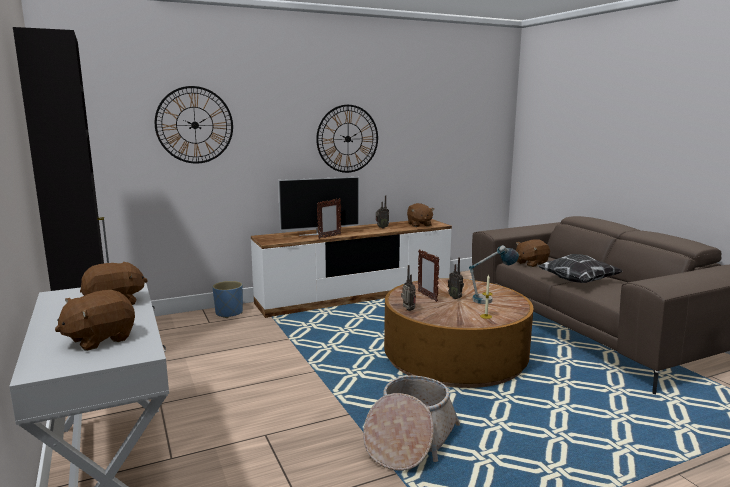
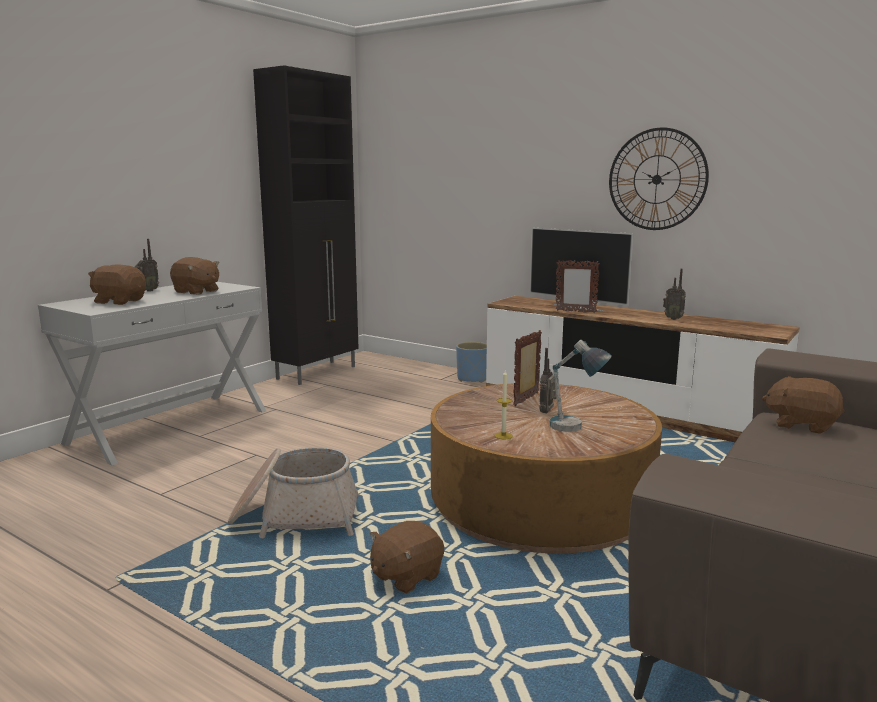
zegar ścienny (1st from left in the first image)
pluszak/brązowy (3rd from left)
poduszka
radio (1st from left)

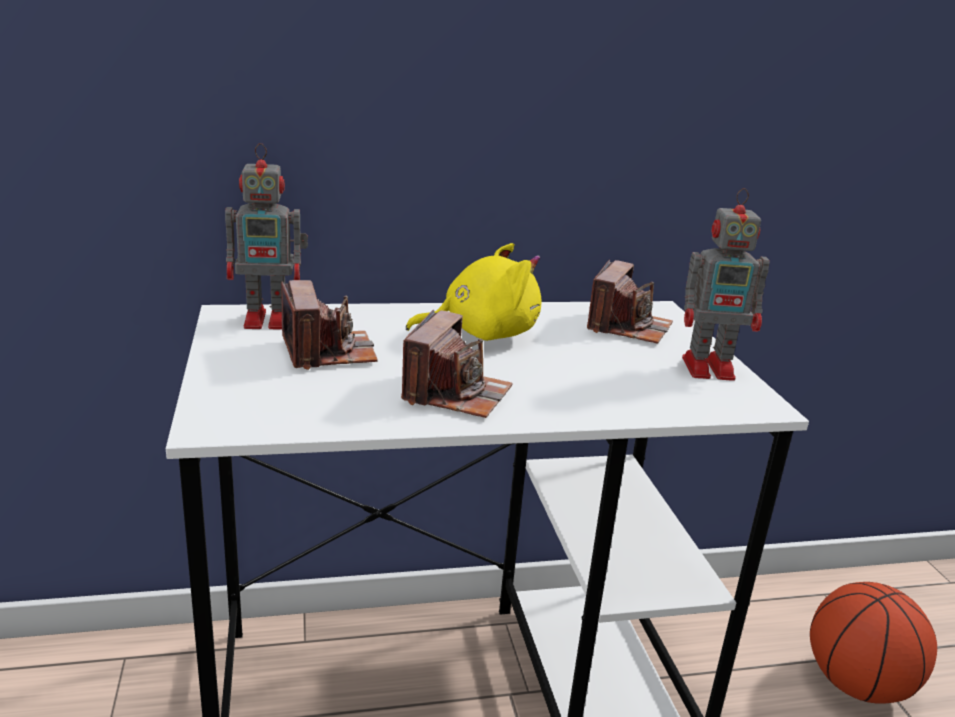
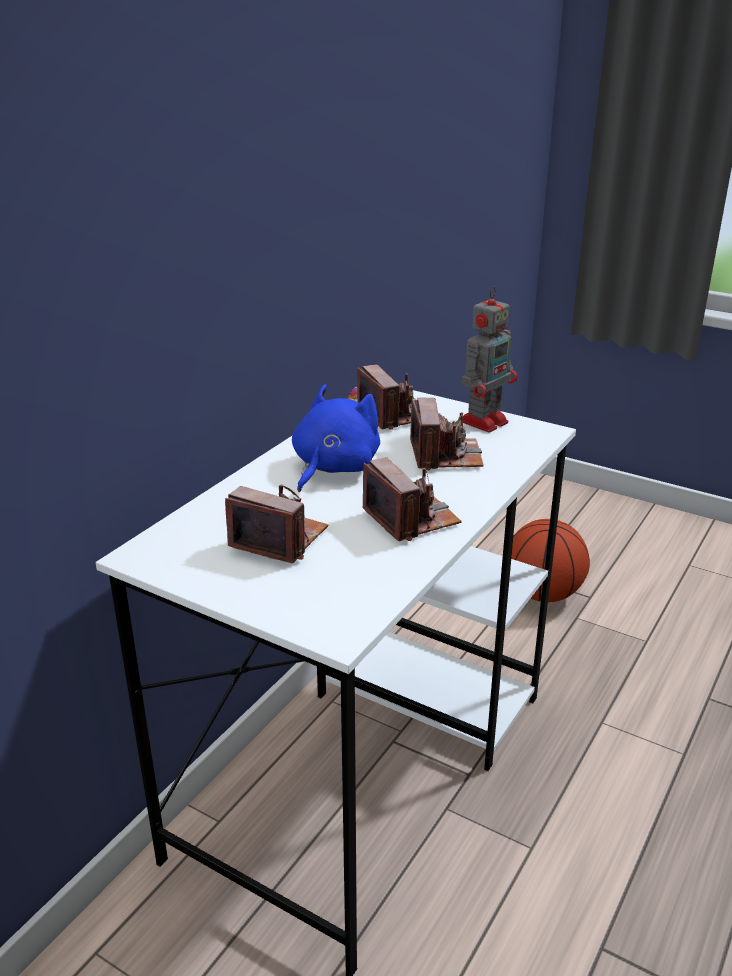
robot zabawkowy (1st from left in the first image)
pluszak/niebieski
aparat fotograficzny (4th from left)

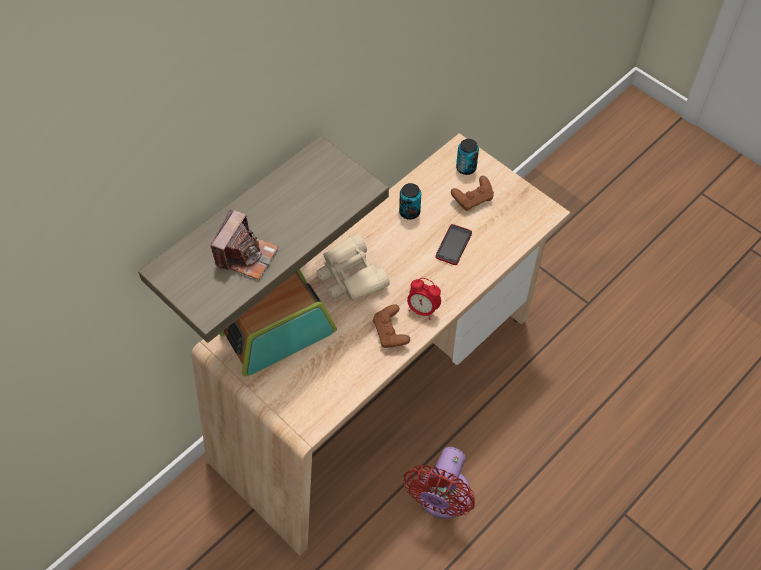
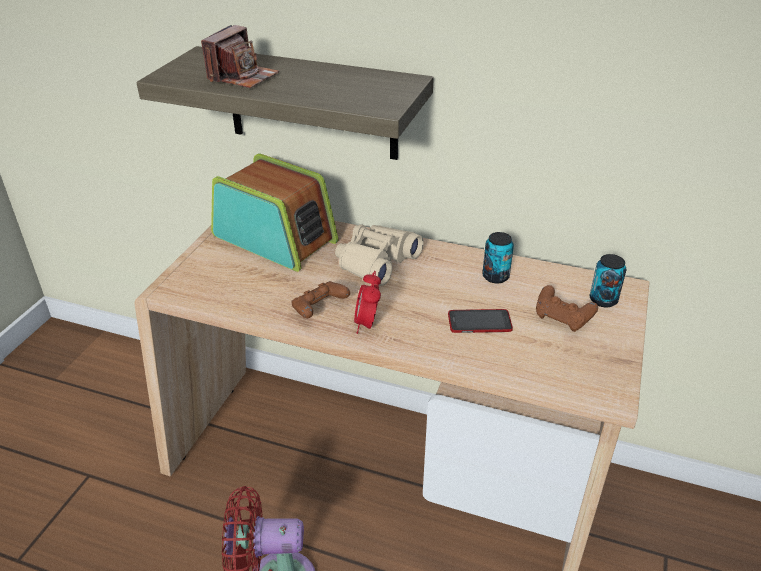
aparat fotograficzny

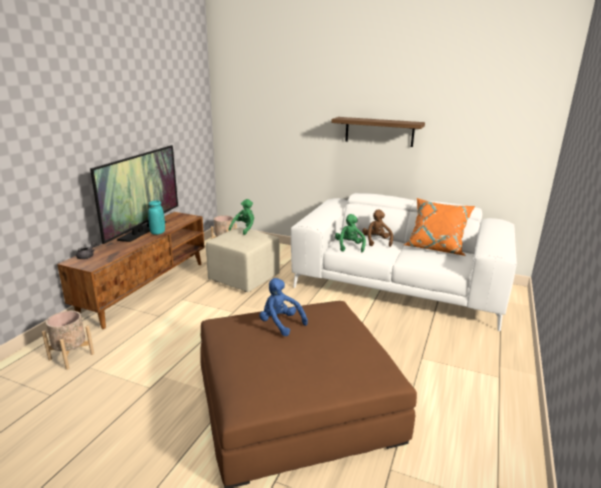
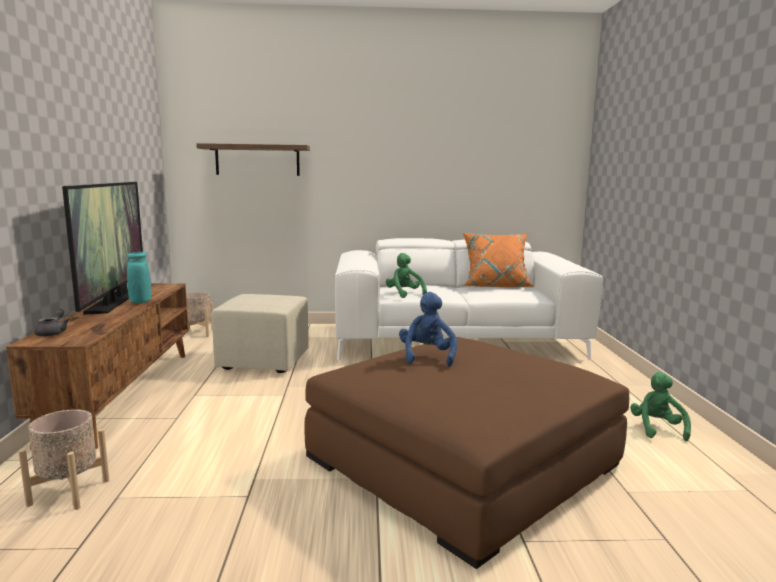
półka
pluszak/zielony (2nd from left)
pluszak/brązowy
pluszak/niebieski

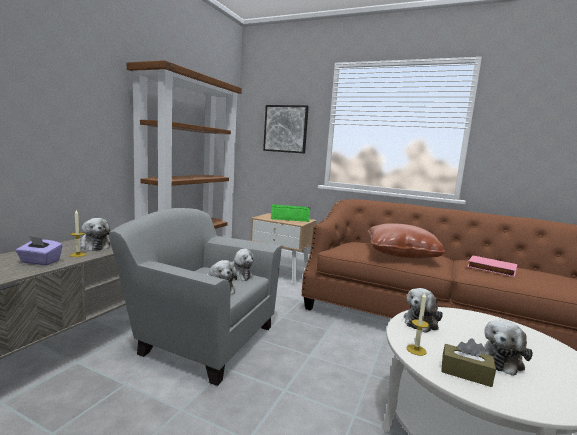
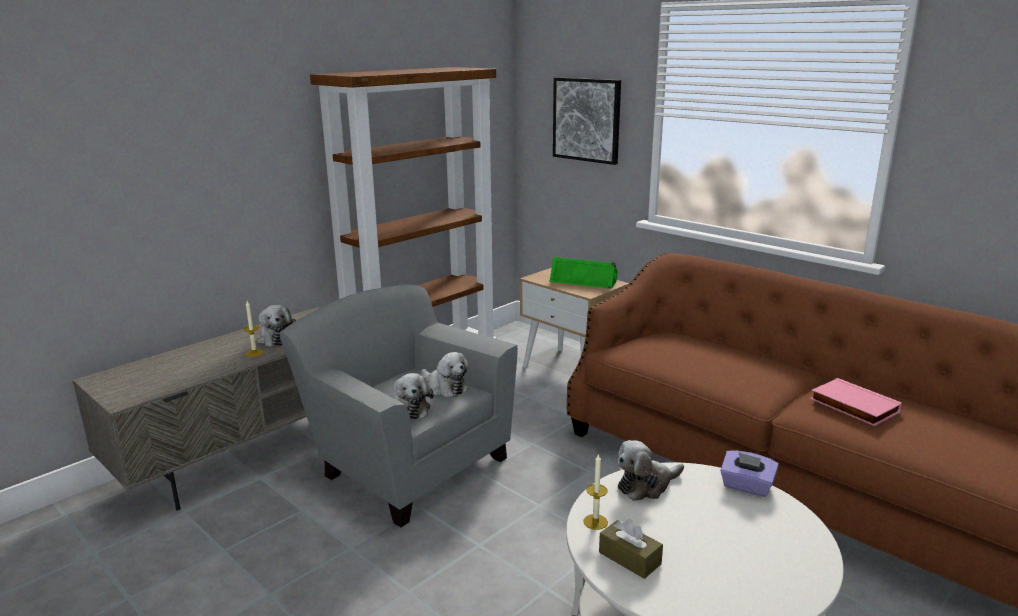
poduszka/brązowy
pudełko chusteczek/fioletowy
pluszak (5th from left in the first image)

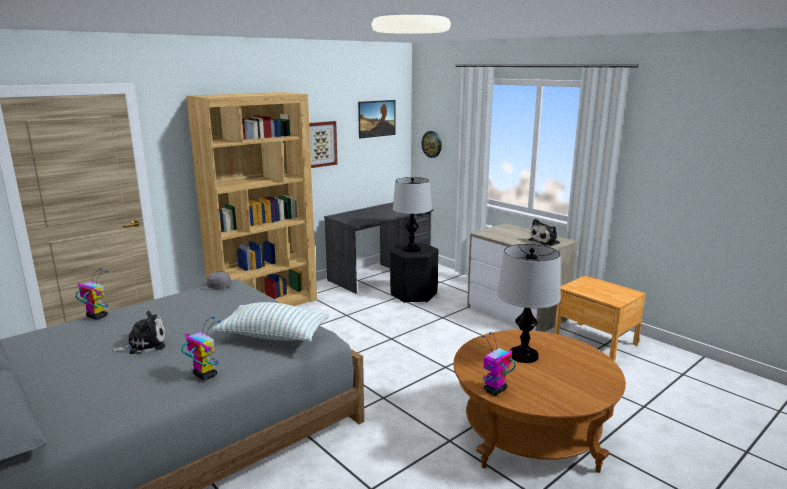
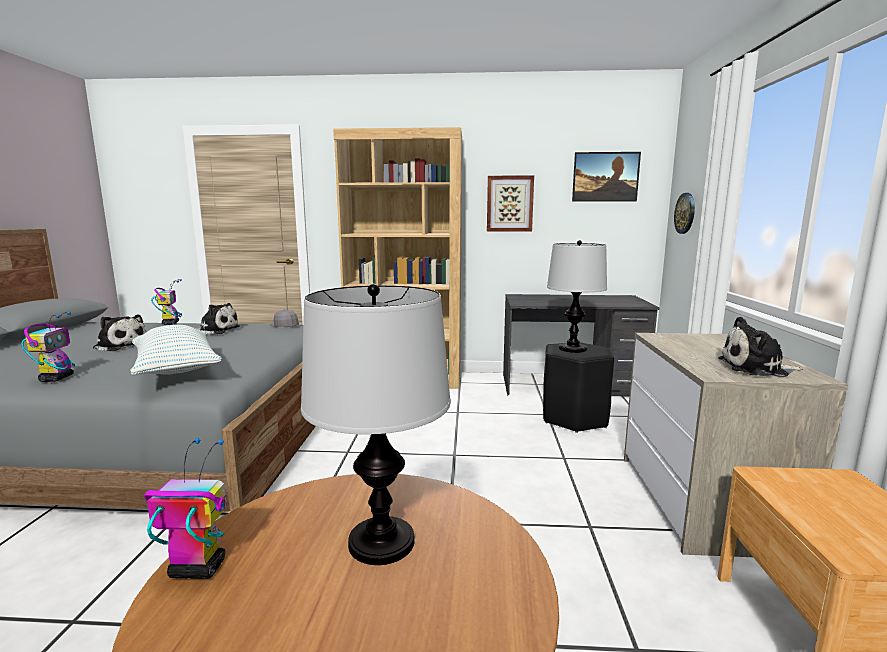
pluszak (2nd from left)

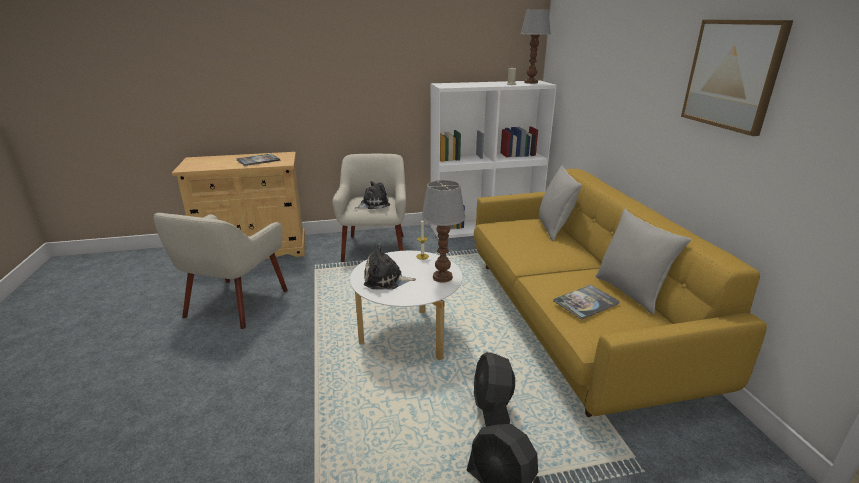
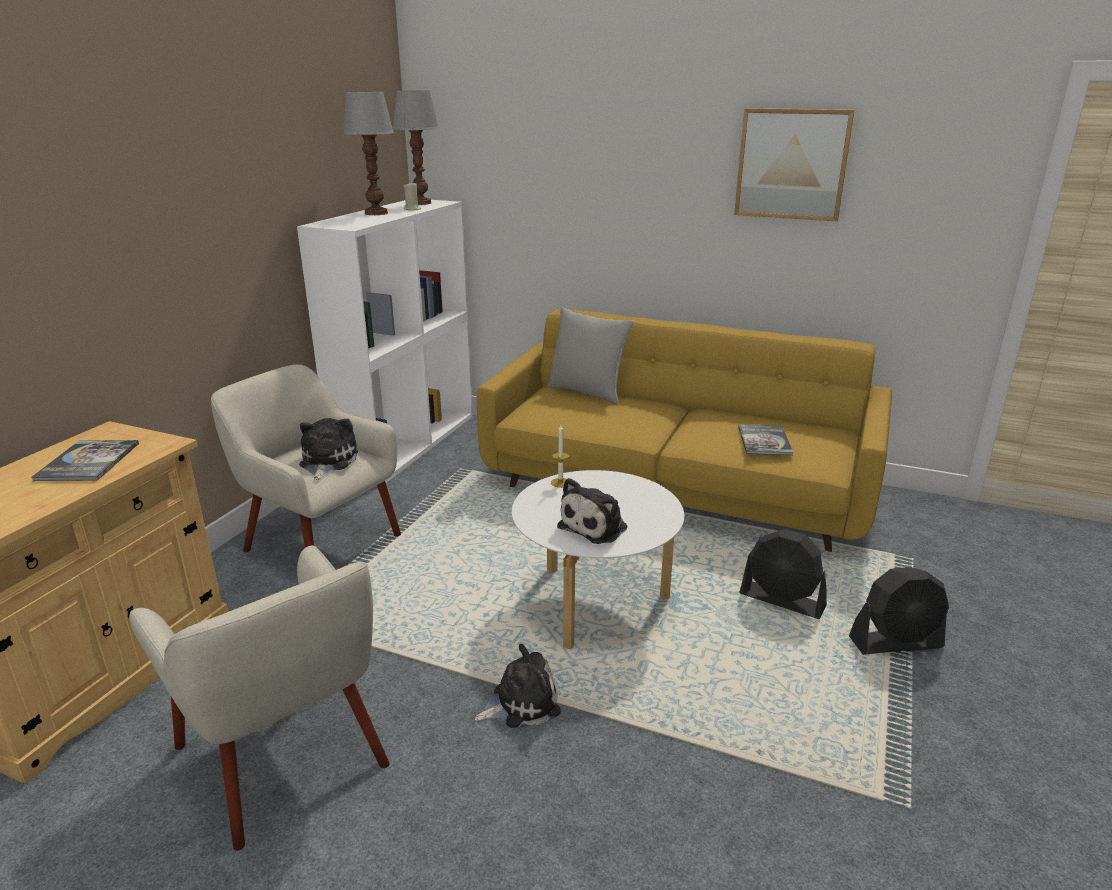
lampa stołowa (1st from left)
poduszka/szary (2nd from left in the first image)
pluszak (2nd from left)

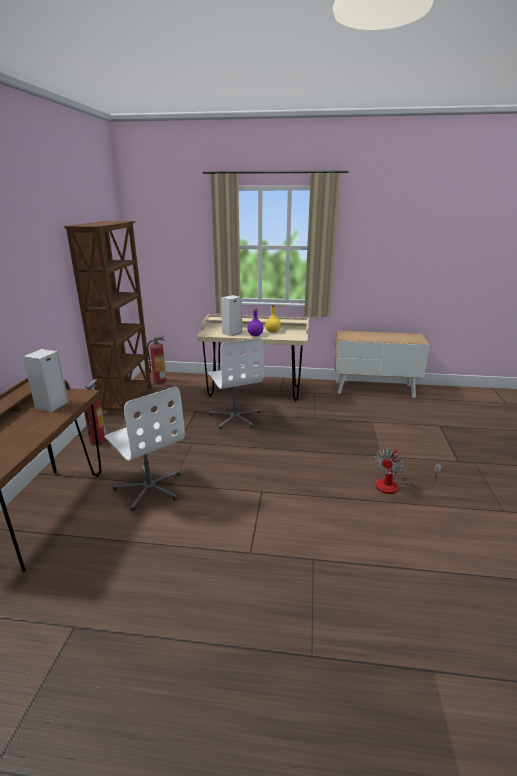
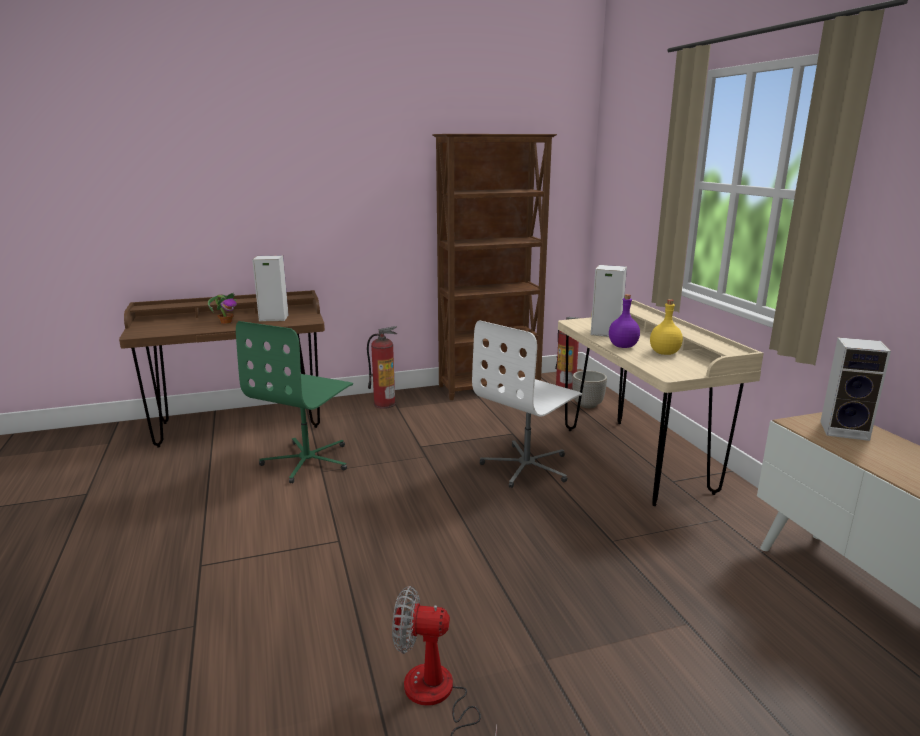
krzesło biurowe/zielony
roślina doniczkowa
głośnik (3rd from left)
donica

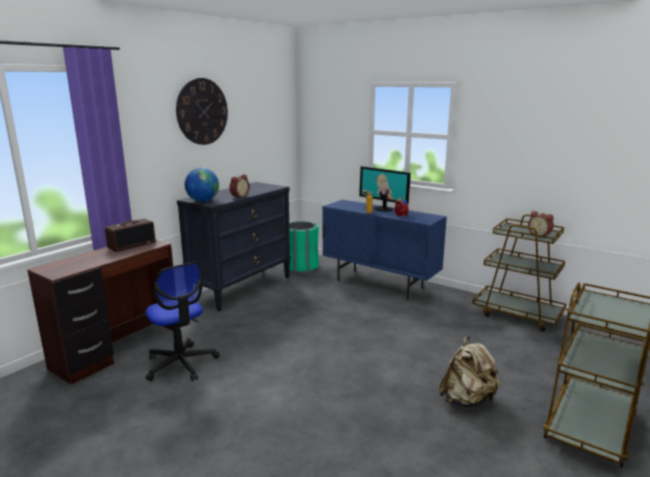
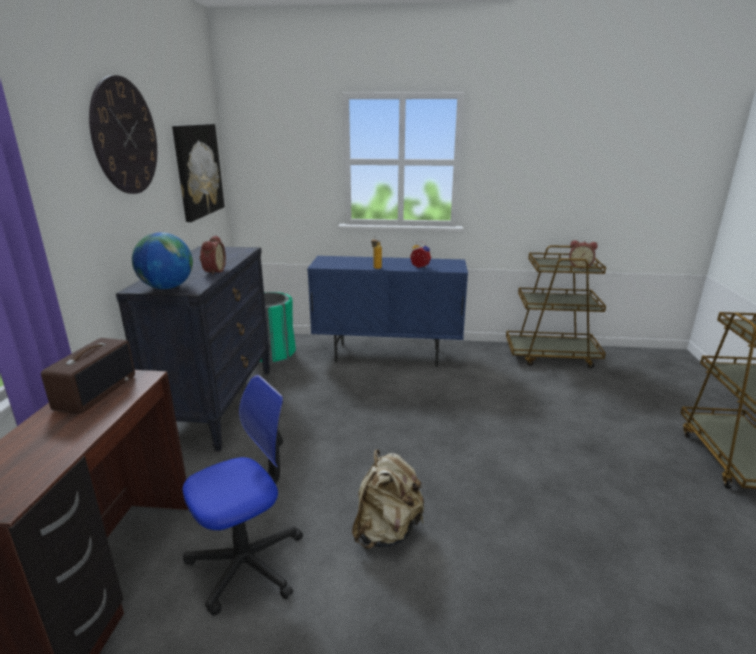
monitor
krzesło biurowe
plecak/beżowy
obraz

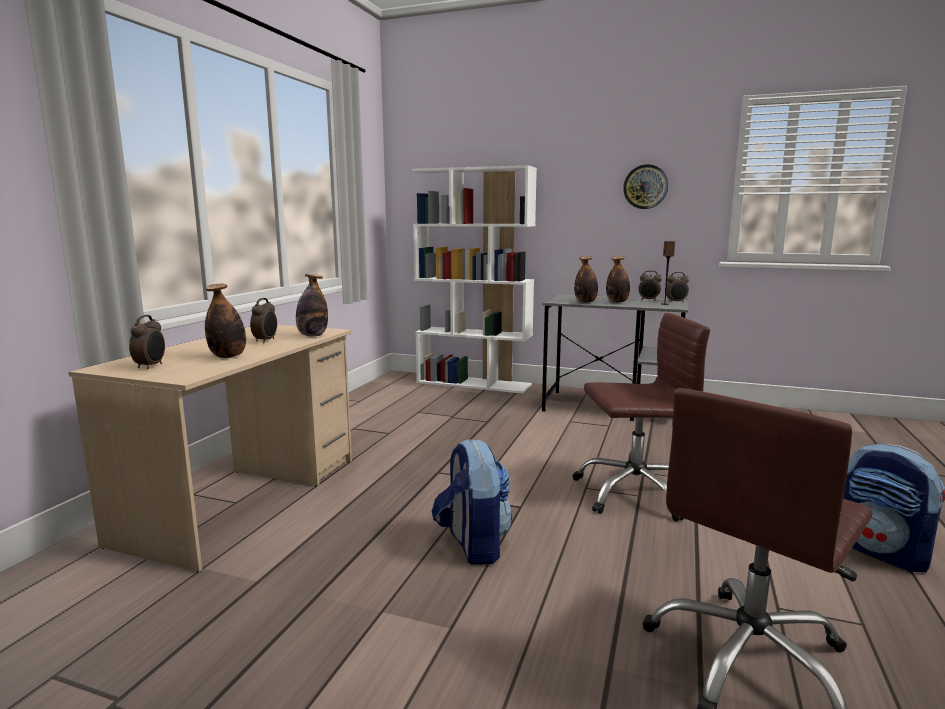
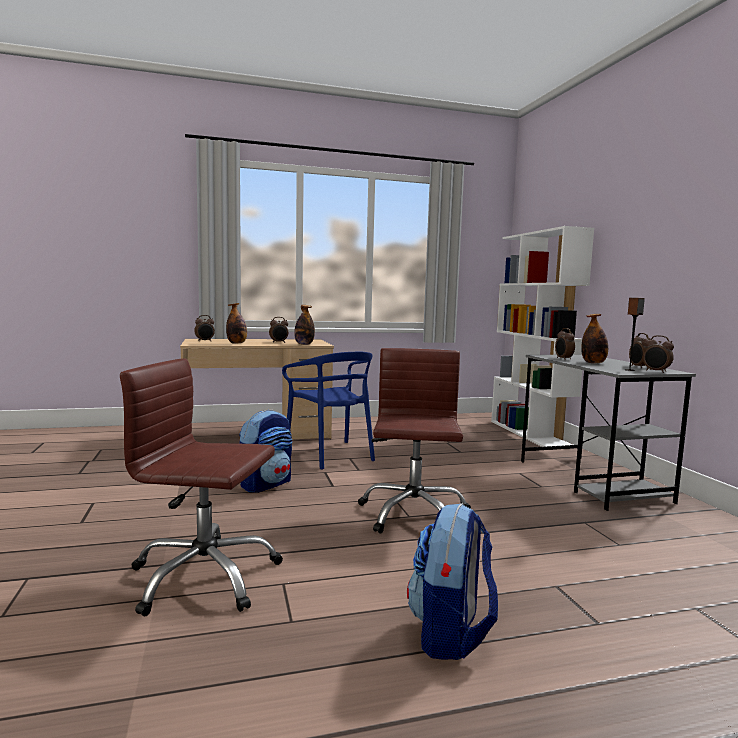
zegar ścienny
budzik (3rd from left)
krzesło biurowe/brązowy (2nd from left)
krzesło/niebieski

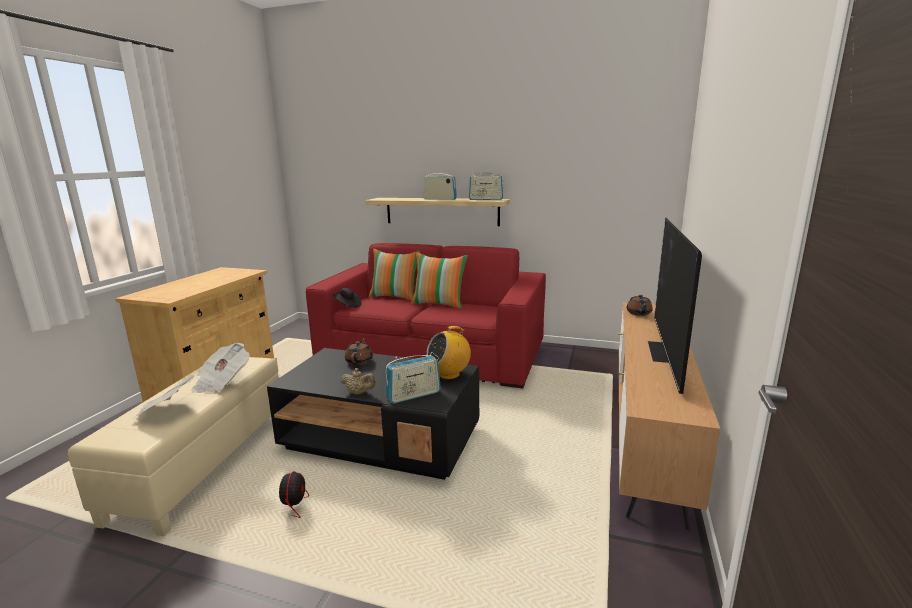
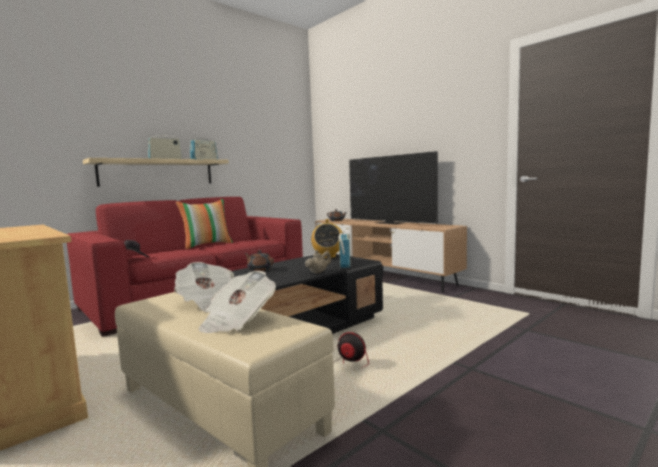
poduszka (1st from left in the first image)

